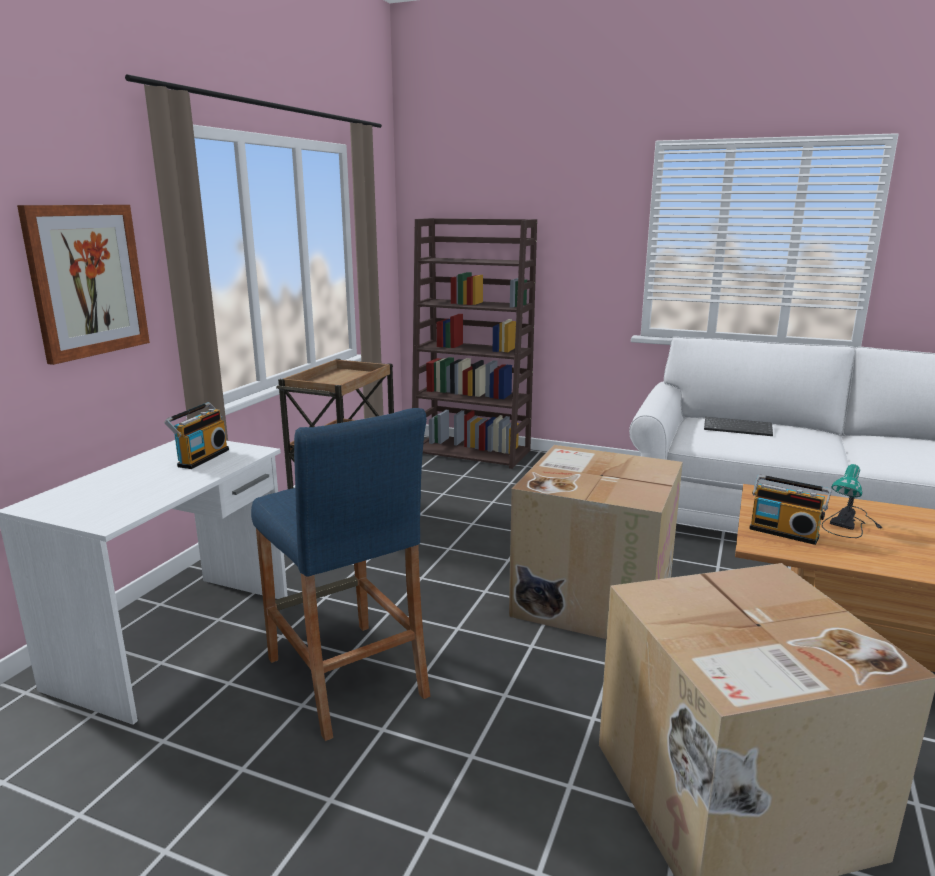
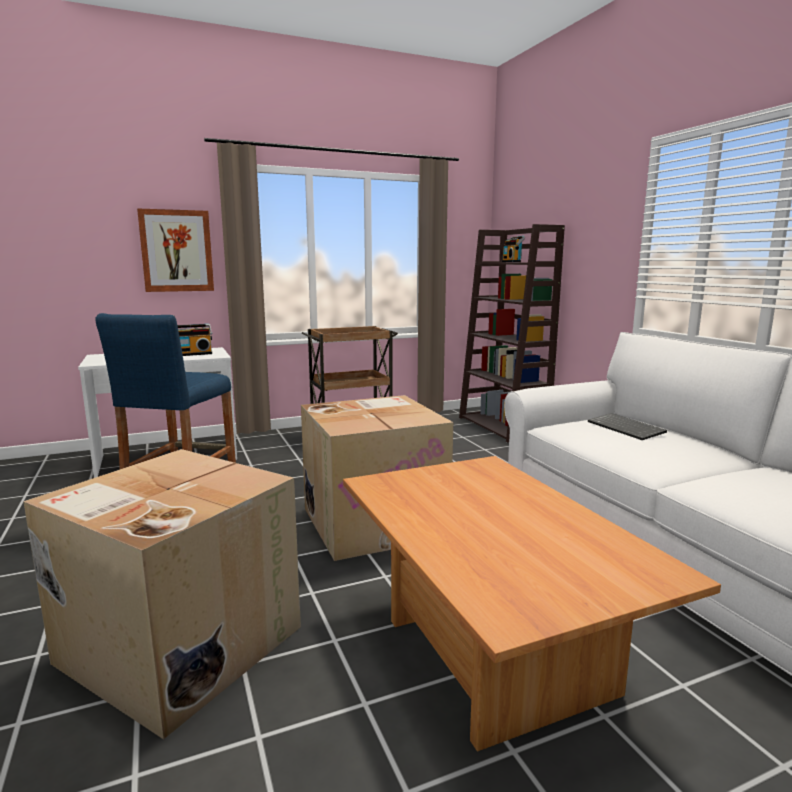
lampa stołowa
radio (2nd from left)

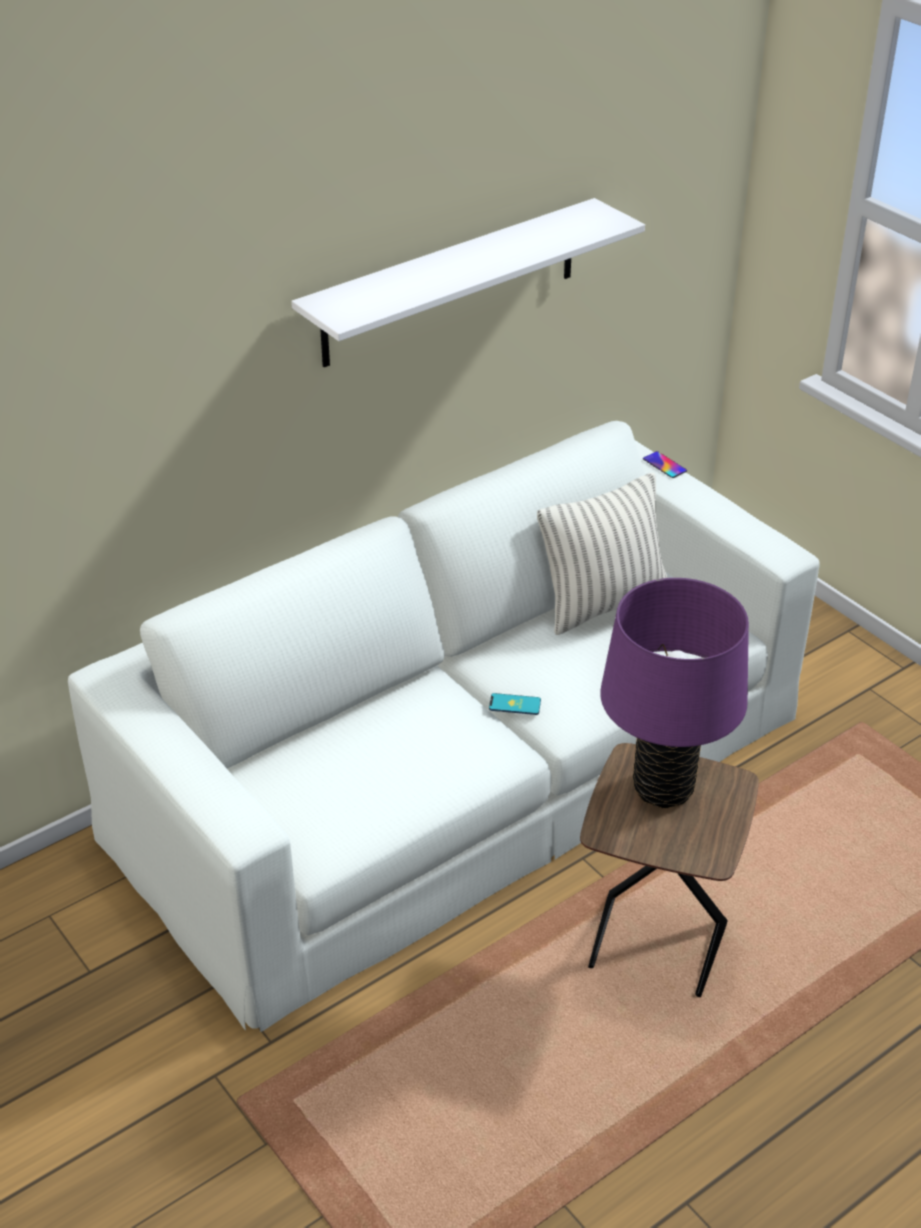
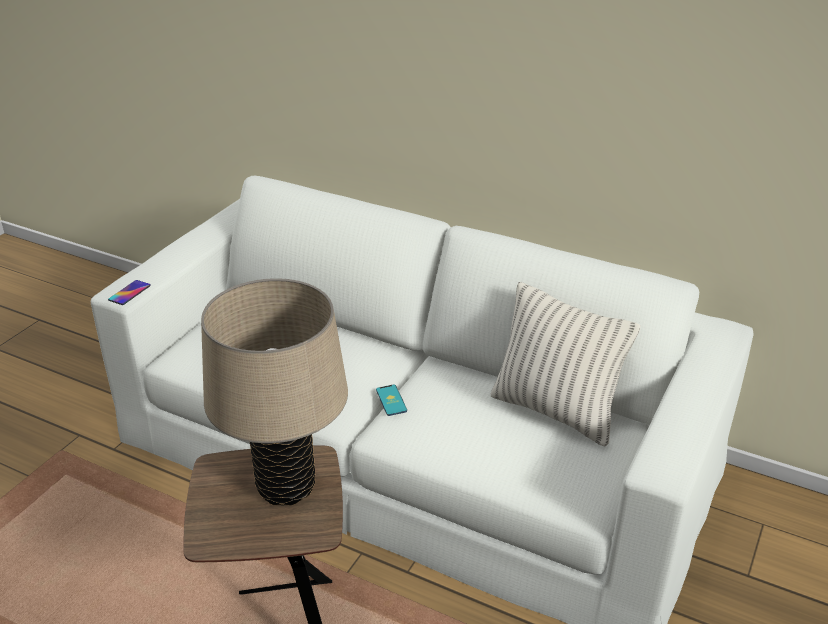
półka/biały
telefon (1st from left)
lampa stołowa/beżowy

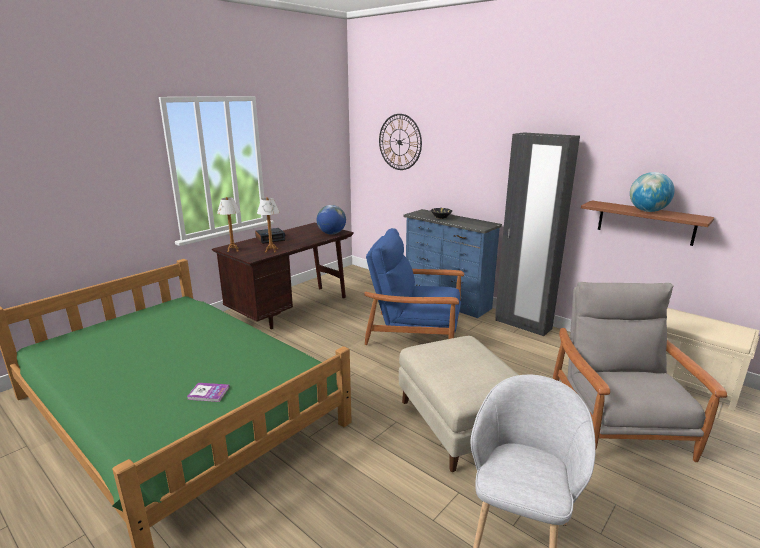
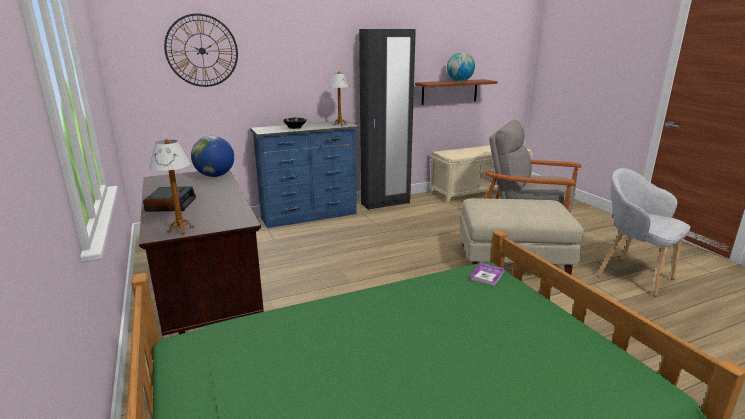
lampa stołowa (2nd from left)
fotel/niebieski
książka

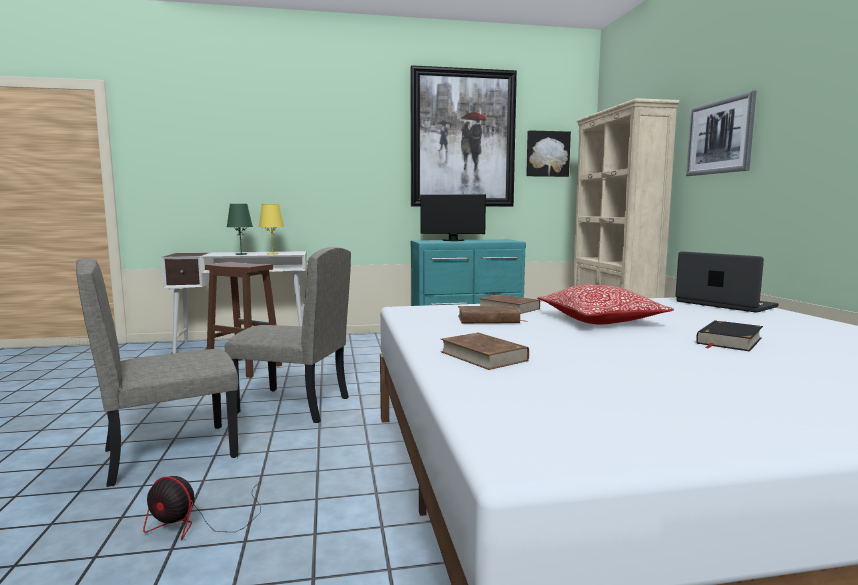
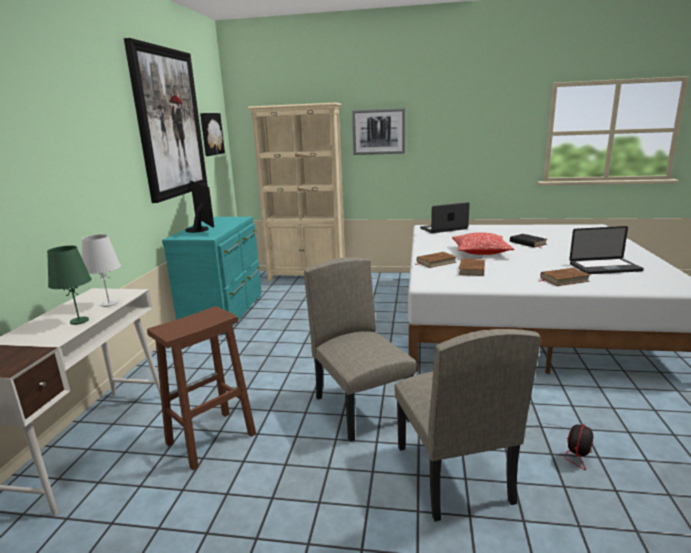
monitor
lampa stołowa/biały
krzesło/beżowy (1st from left)
laptop (2nd from left)

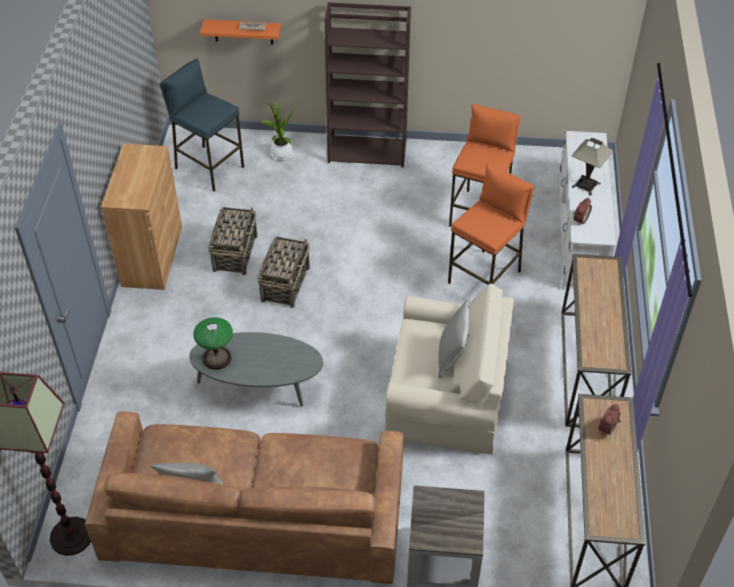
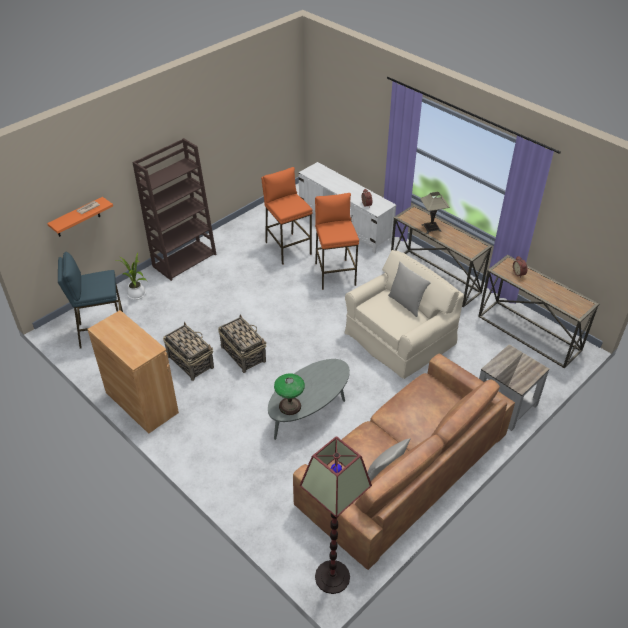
lampa stołowa (2nd from left)

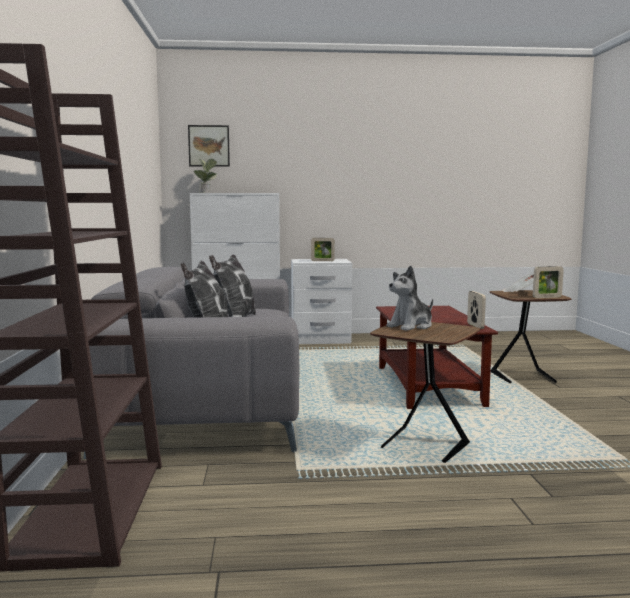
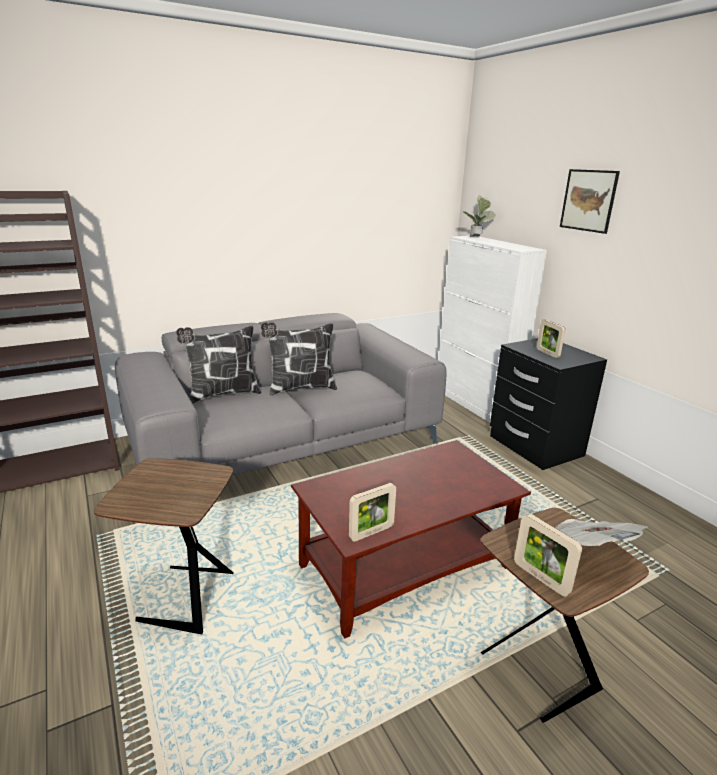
obraz
szafka nocna/czarny
pluszak

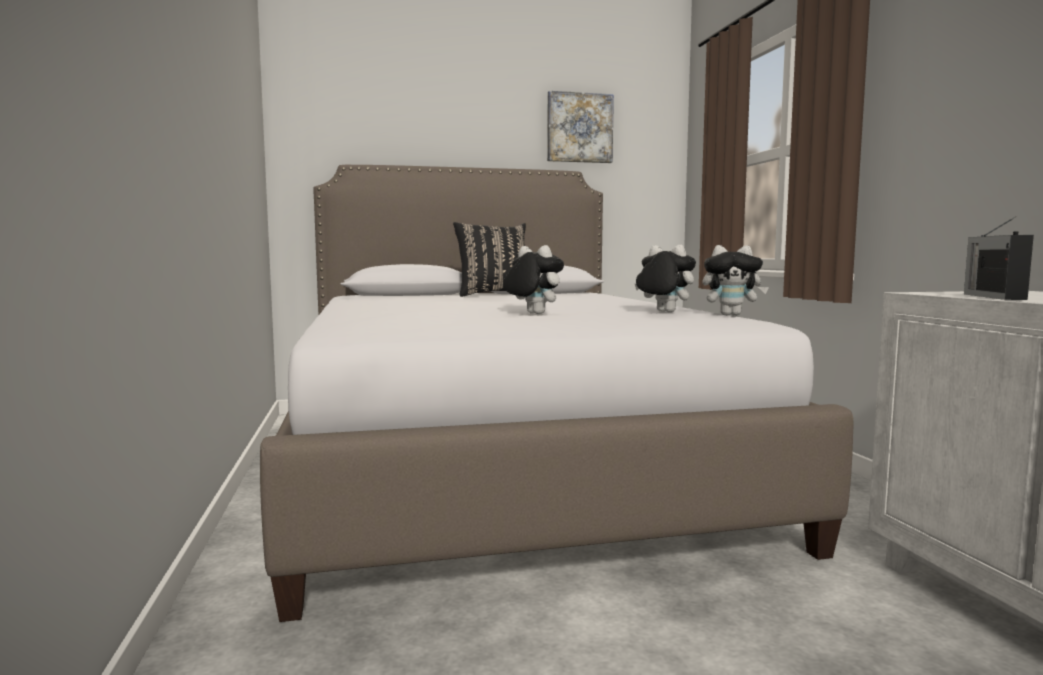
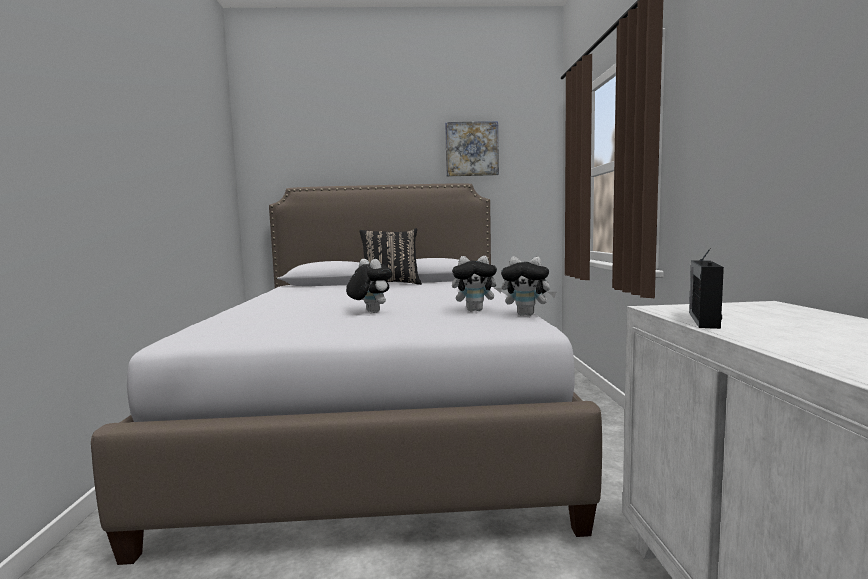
pluszak (2nd from left)

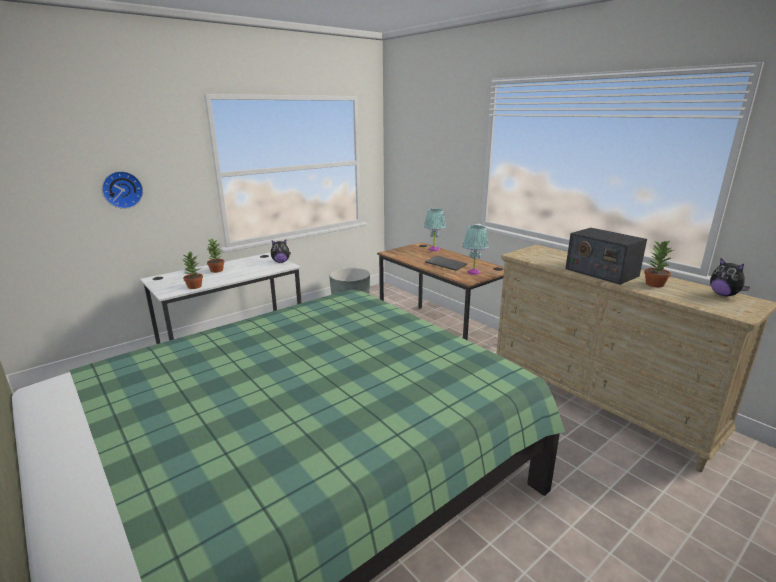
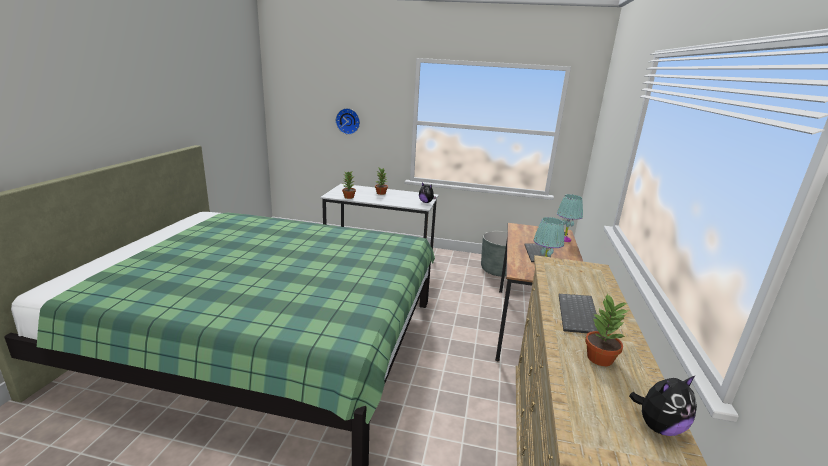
klawiatura (2nd from left)
pluszak (2nd from left)

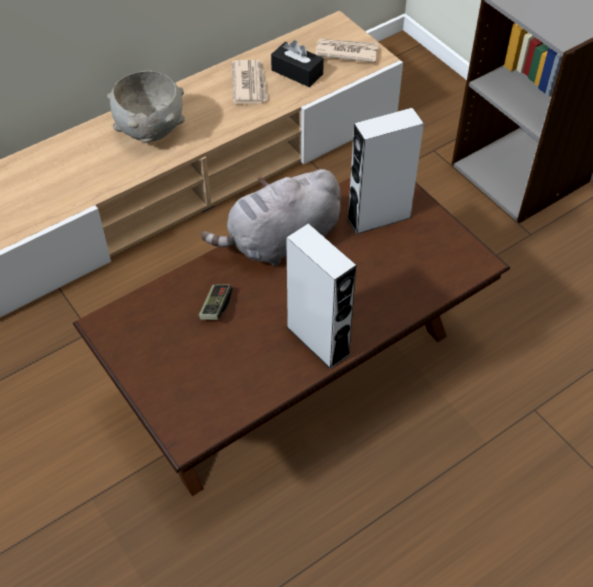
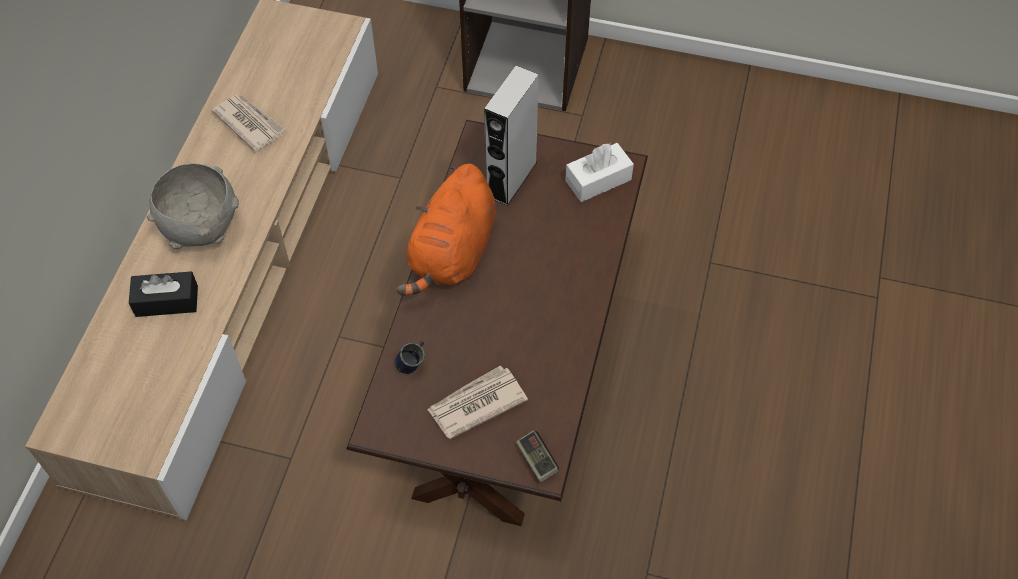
gazeta (2nd from left)
pudełko chusteczek/czarny
pluszak/pomarańczowy
głośnik/szary (1st from left in the first image)
pad do gier
pudełko chusteczek/biały
kubek/niebieski

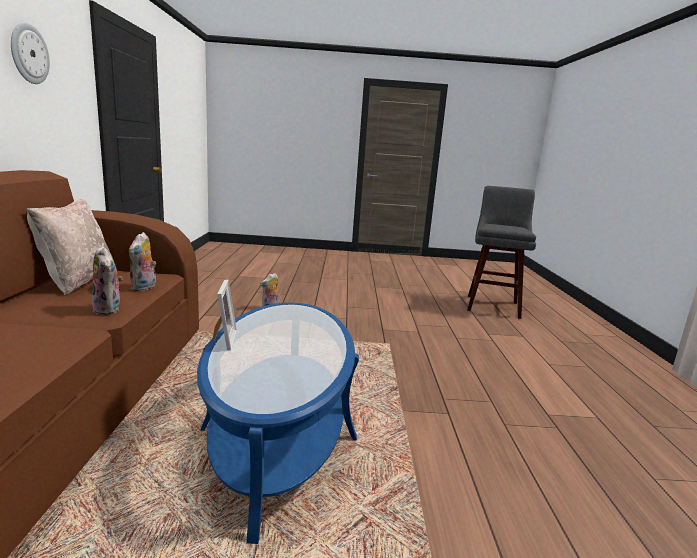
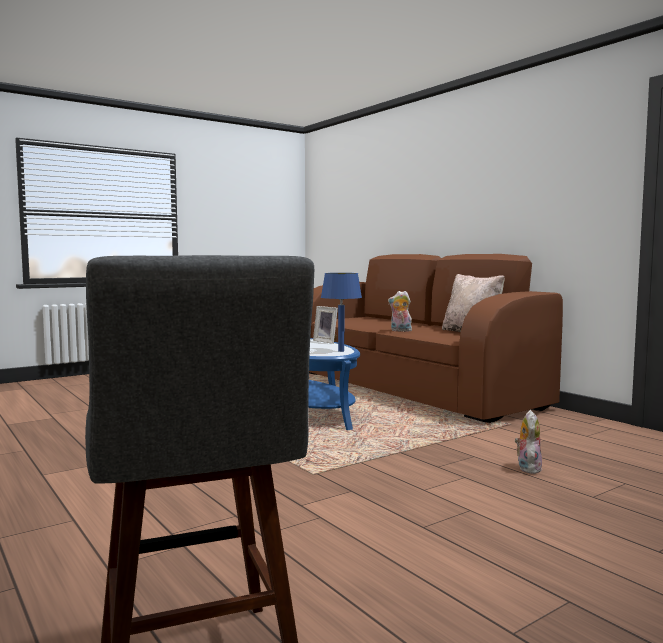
zegar ścienny
pluszak (2nd from left in the first image)
lampa stołowa/niebieski

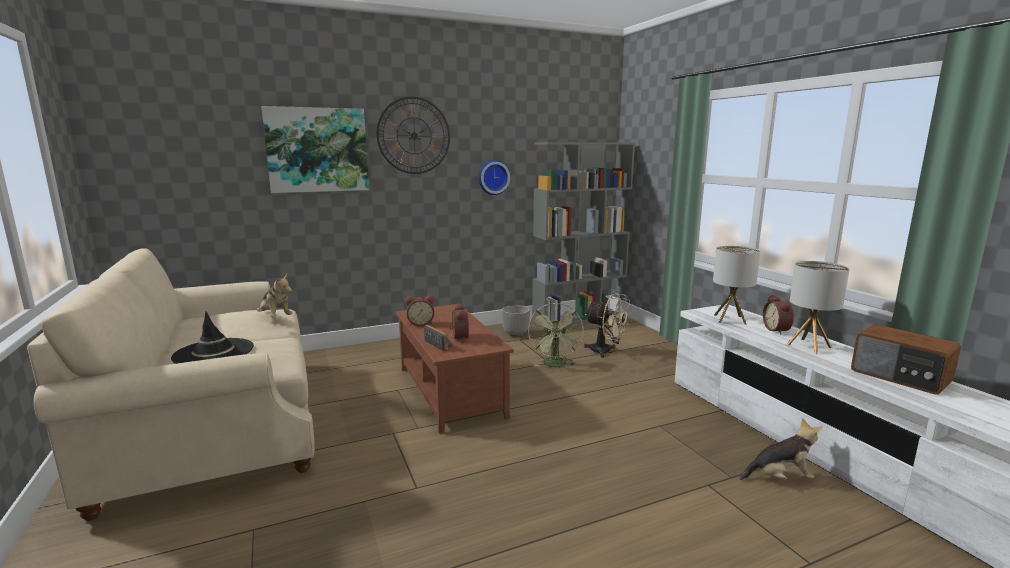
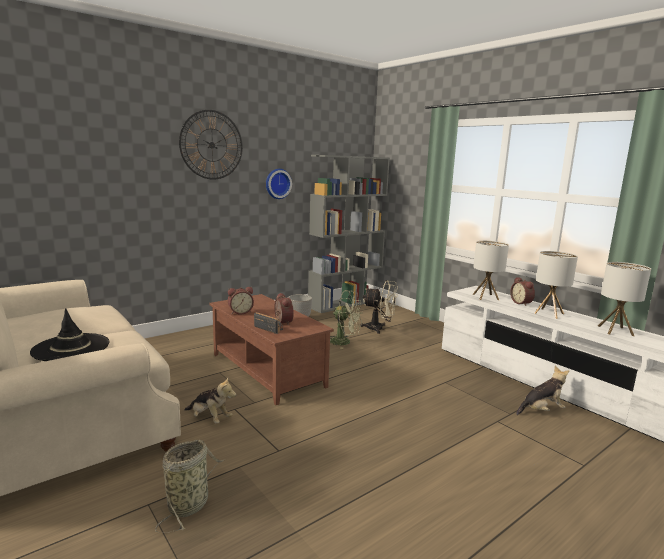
obraz
pluszak (1st from left)
wentylator/zielony
lampa stołowa (3rd from left)
koszyk

